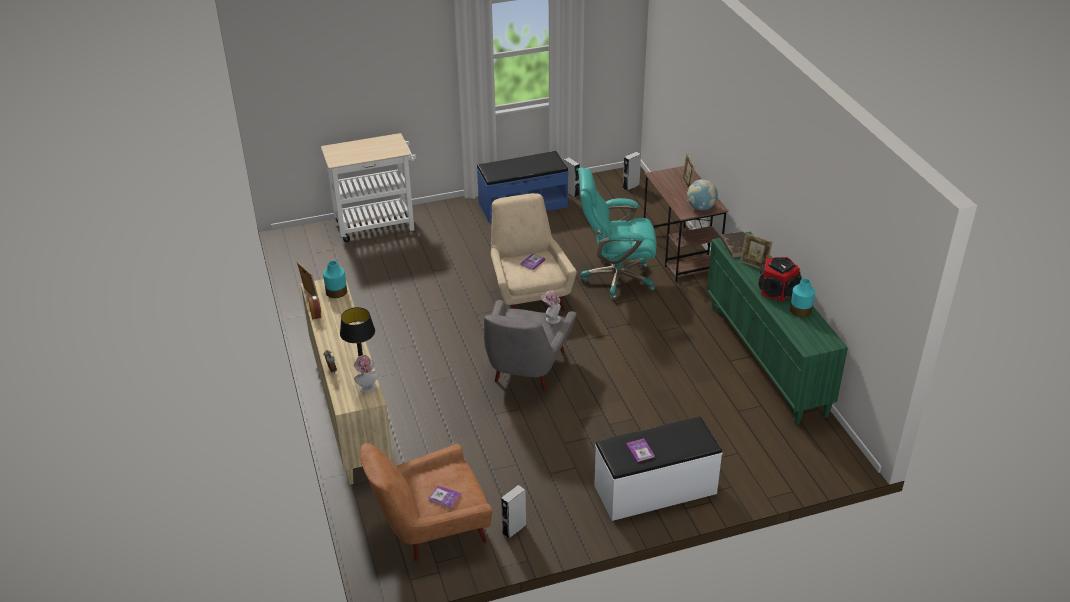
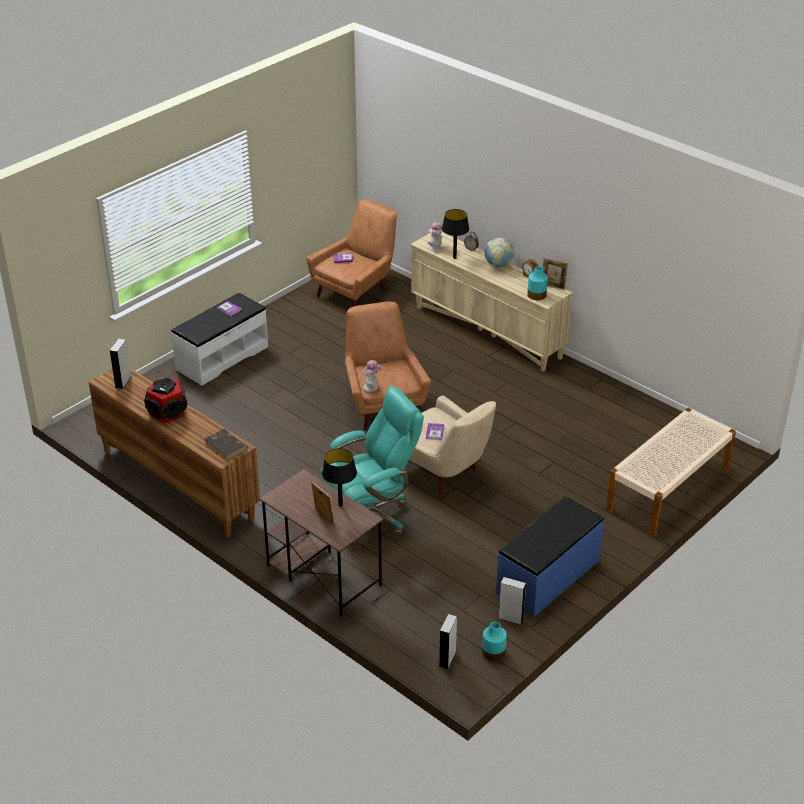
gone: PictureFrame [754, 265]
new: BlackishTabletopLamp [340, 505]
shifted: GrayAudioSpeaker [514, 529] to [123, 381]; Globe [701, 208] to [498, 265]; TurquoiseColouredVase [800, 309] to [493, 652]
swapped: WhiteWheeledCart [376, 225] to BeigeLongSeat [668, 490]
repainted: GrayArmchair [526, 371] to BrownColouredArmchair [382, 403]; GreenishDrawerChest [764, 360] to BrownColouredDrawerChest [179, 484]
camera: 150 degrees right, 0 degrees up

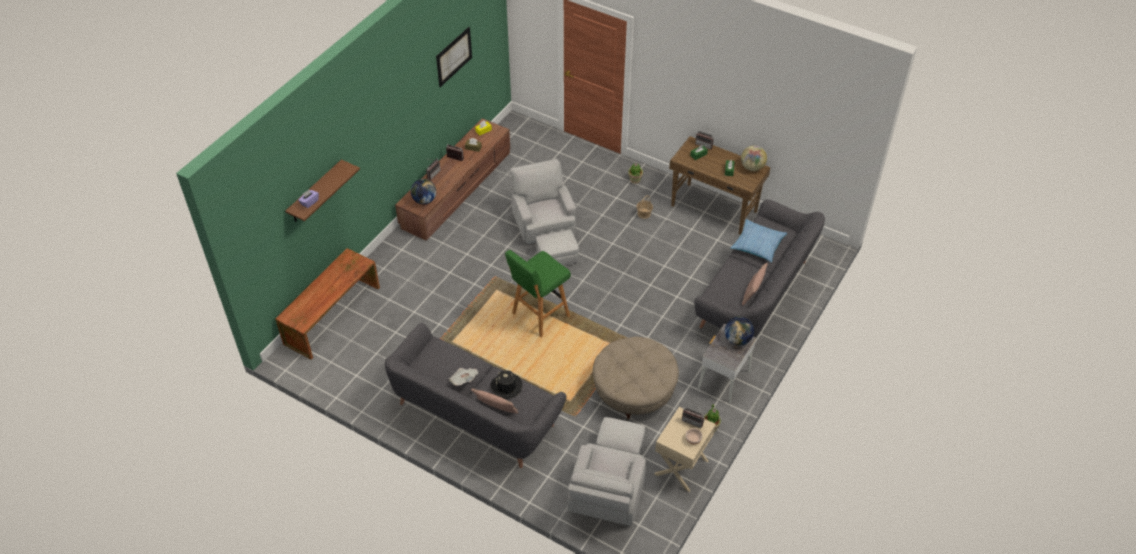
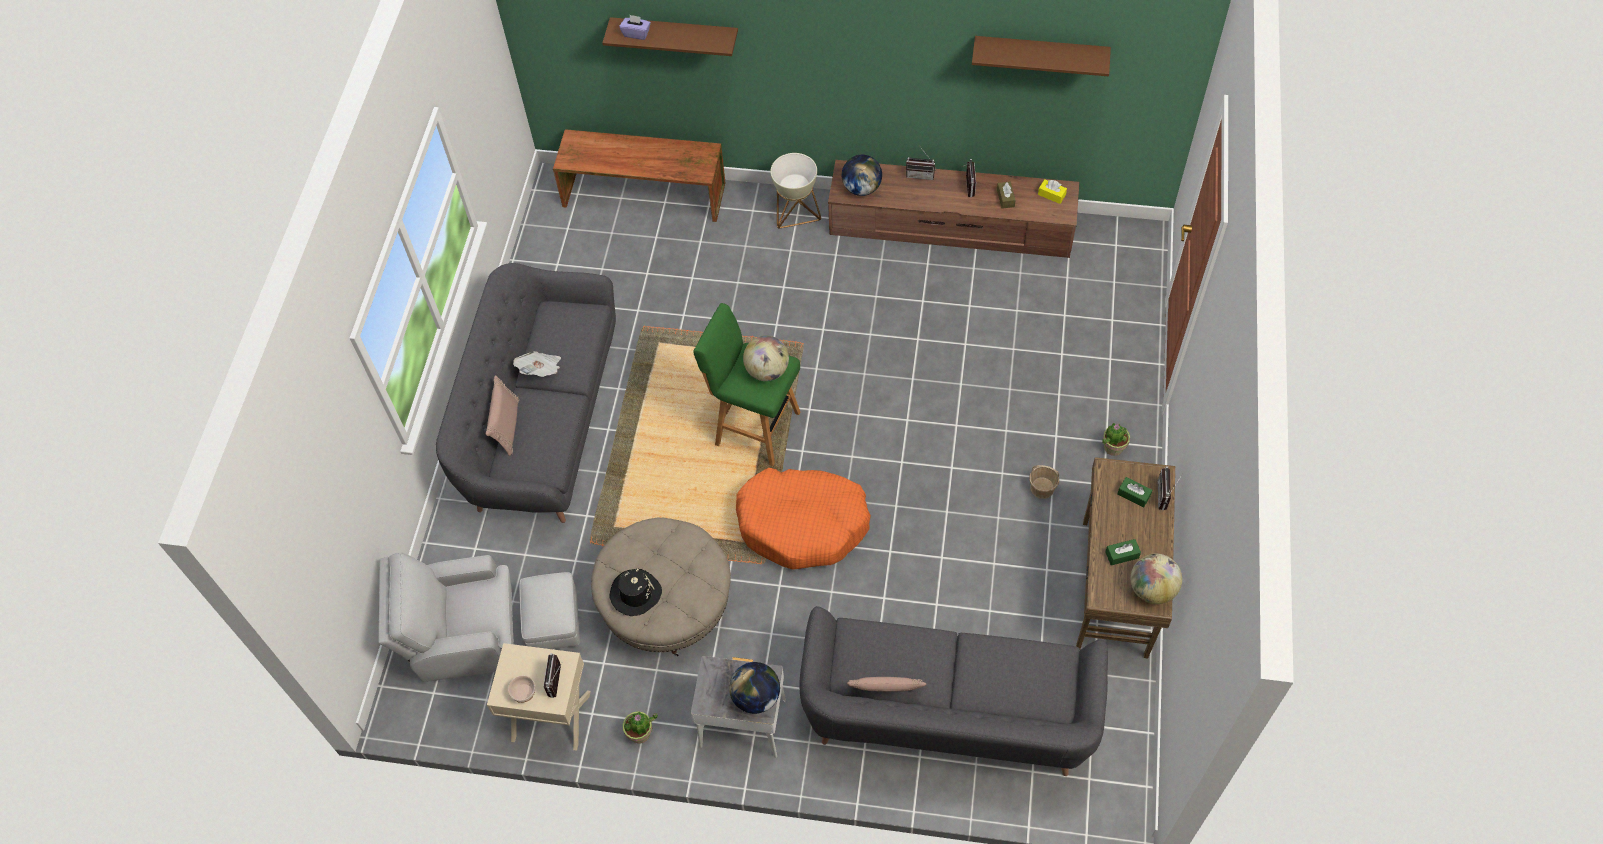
gone: WhiteArmchair [546, 231]; ThrowPillow [758, 245]
new: OrangeColouredDogBed [802, 524]; Globe [767, 371]; FlowerPot [796, 213]
shifted: BlackishClothingHat [506, 387] to [635, 593]
swapped: Picture [454, 56] to BrownColouredShelf [1040, 54]
camera: 70 degrees right, 10 degrees up

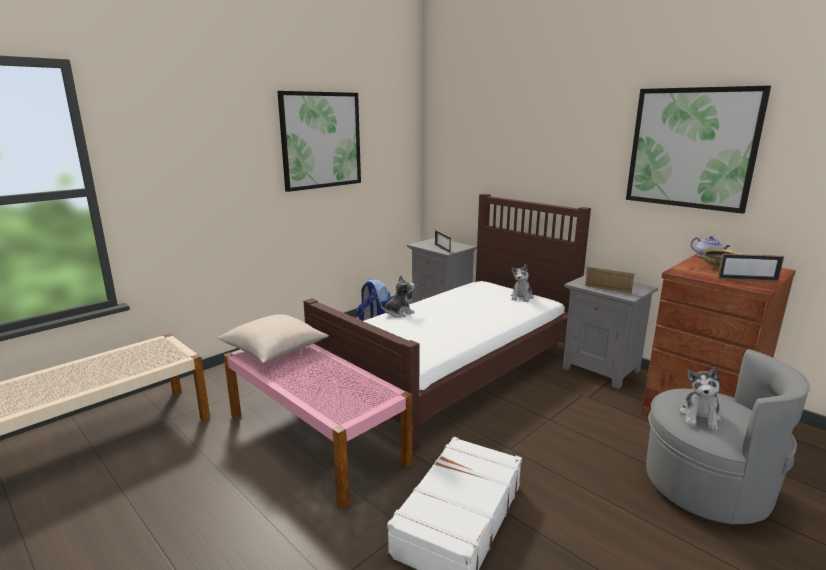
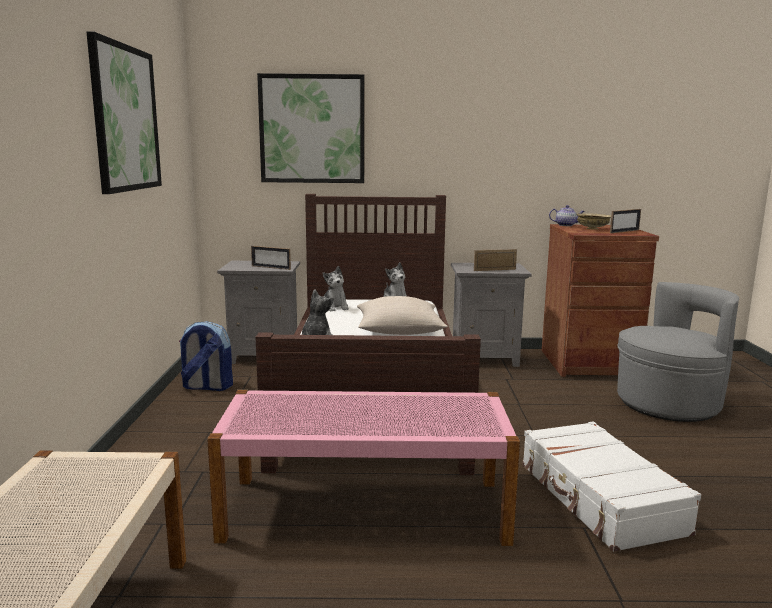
shifted: BeigeThrowPillow [274, 350] to [399, 331]; Picture [691, 148] to [312, 129]; SoftToy [700, 417] to [335, 307]
camera: 45 degrees left, 5 degrees down

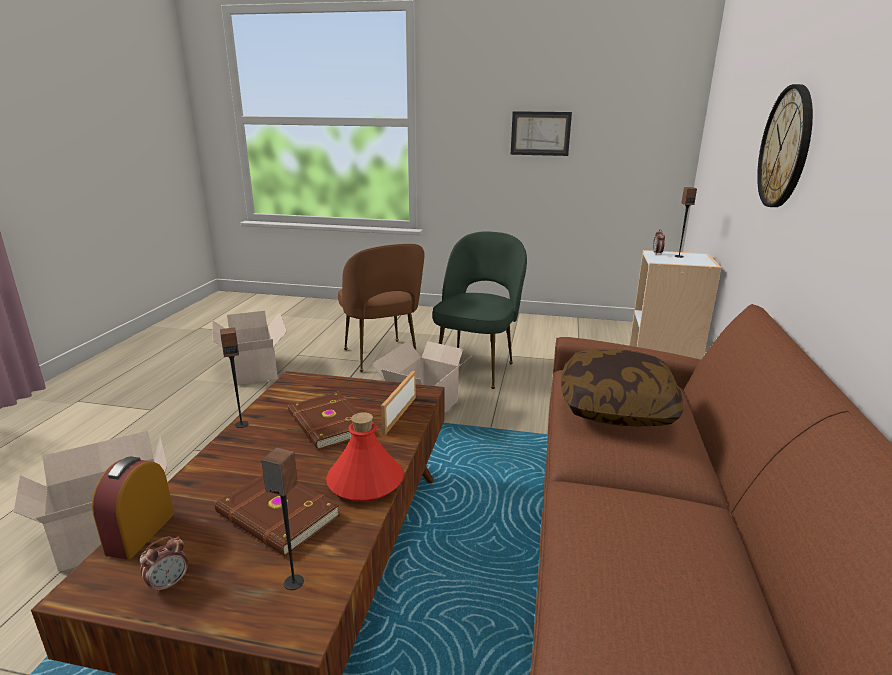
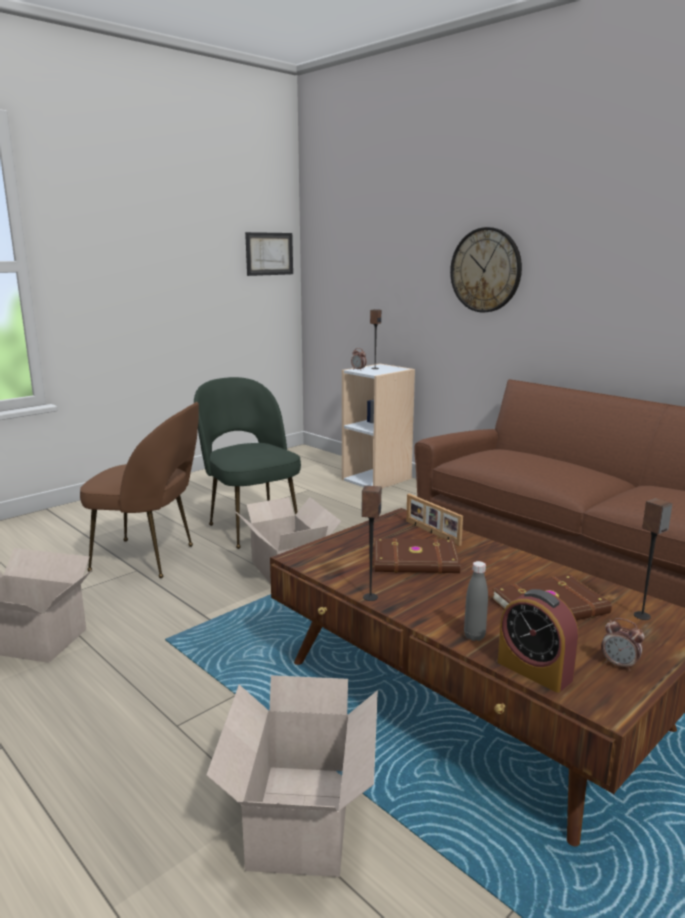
gone: RedColouredBeverageBottle [366, 482]; ThrowPillow [616, 407]
new: GrayBeverageBottle [474, 636]
shifted: Picture [540, 133] to [269, 254]
rotated: TableClock [169, 584] = [619, 665] 135 degrees clockwise
camera: 55 degrees left, 5 degrees down

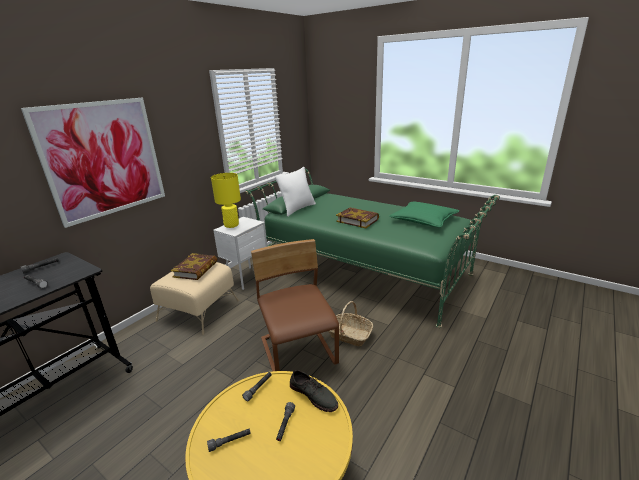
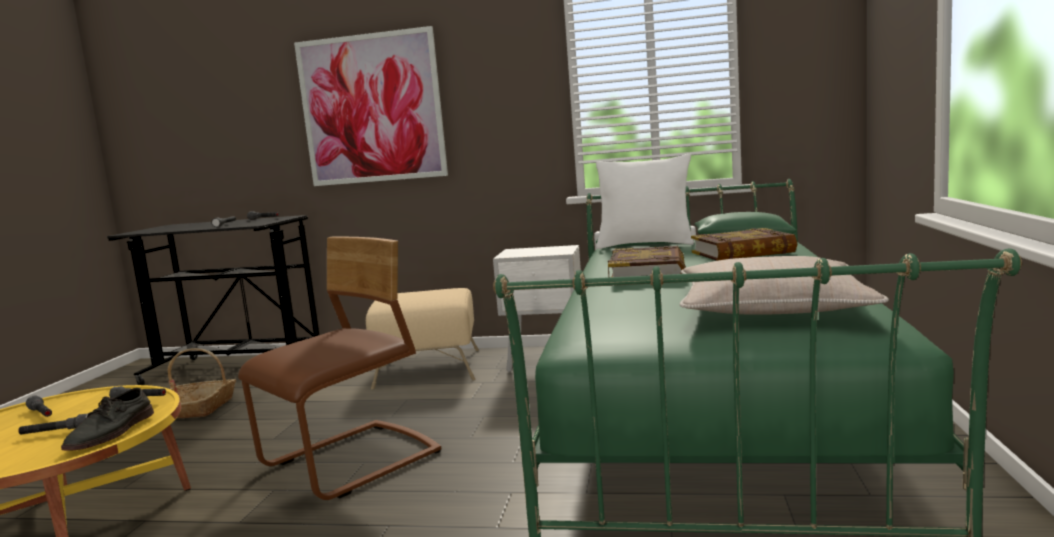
gone: YellowishTabletopLamp [231, 226]
shifted: BoundBook [196, 269] to [743, 253]; StorageBasket [349, 335] to [203, 407]
repainted: GreenishThrowPillow [423, 219] to BeigeThrowPillow [770, 305]
camera: 65 degrees right, 15 degrees down

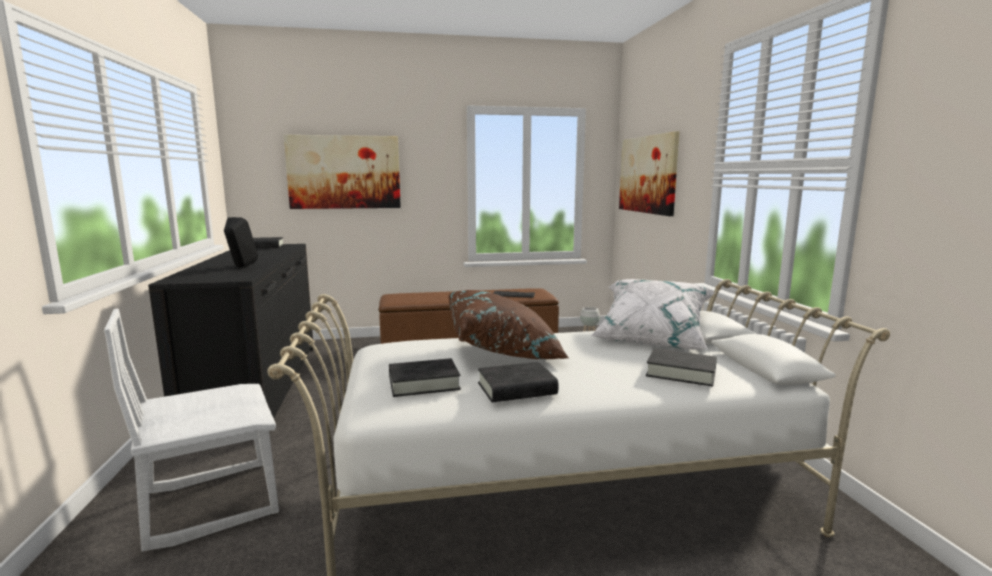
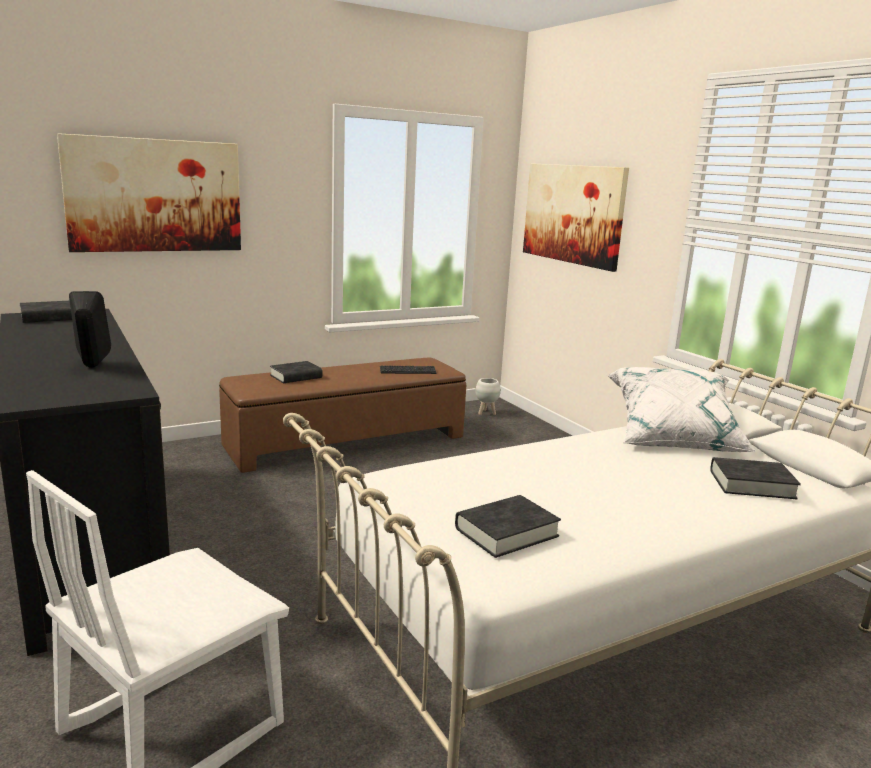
gone: BrownColouredThrowPillow [504, 350]
shifted: BlackishBoundBook [516, 389] to [296, 376]
camera: 20 degrees left, 5 degrees up

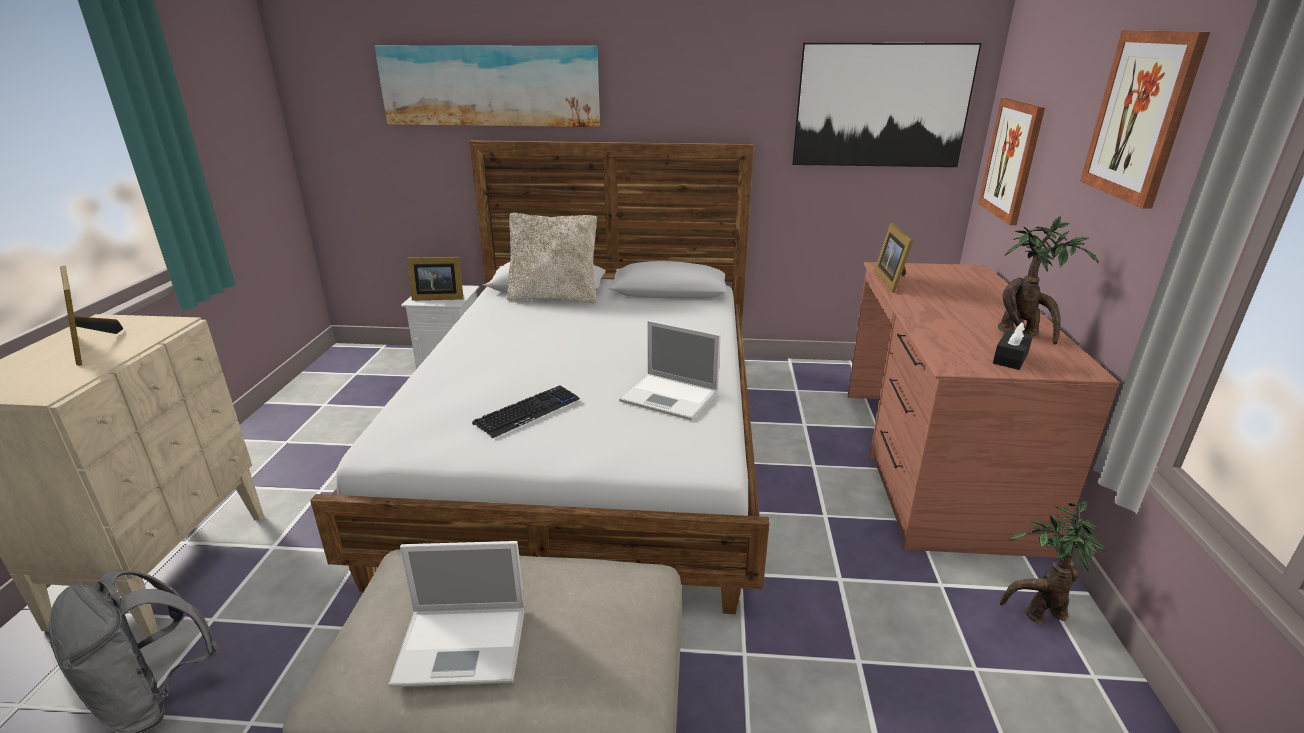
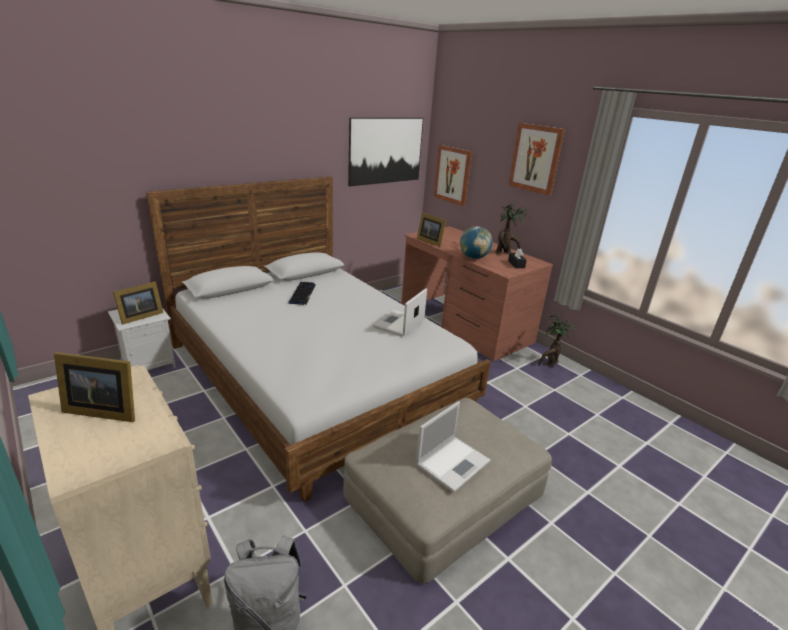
gone: Picture [490, 86]; BeigeThrowPillow [554, 295]
new: Globe [473, 258]
shifted: Keyboard [527, 412] to [302, 294]
rotated: PortableComputer [671, 397] = [398, 324] 135 degrees clockwise
camera: 45 degrees left, 0 degrees up

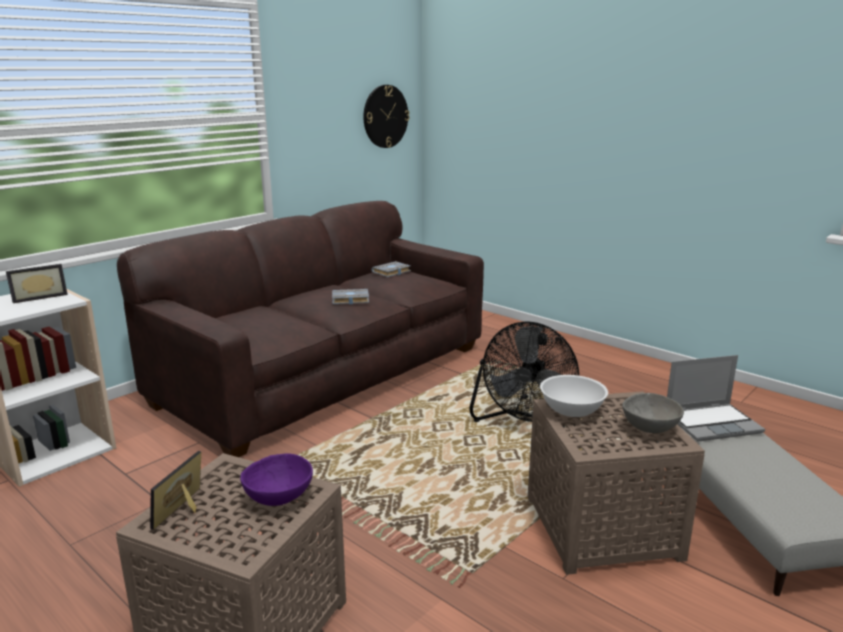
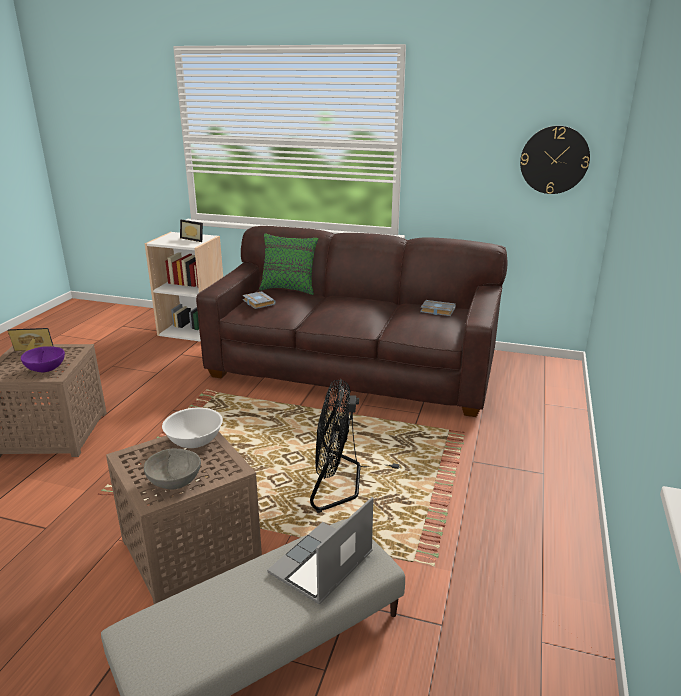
new: GreenishThrowPillow [289, 290]
shifted: GrayBoundBook [349, 300] to [257, 302]
rotated: PortableComputer [712, 423] = [322, 565] 75 degrees clockwise
camera: 65 degrees right, 5 degrees up

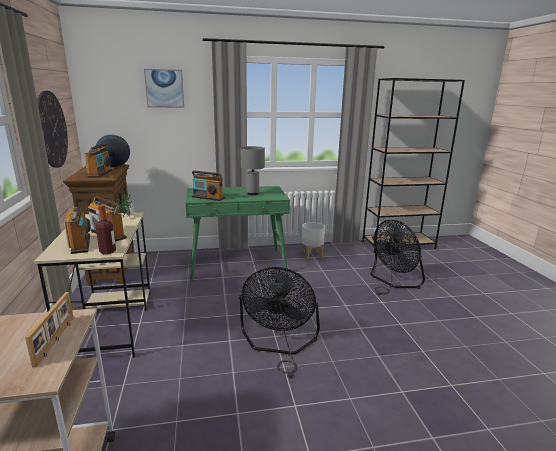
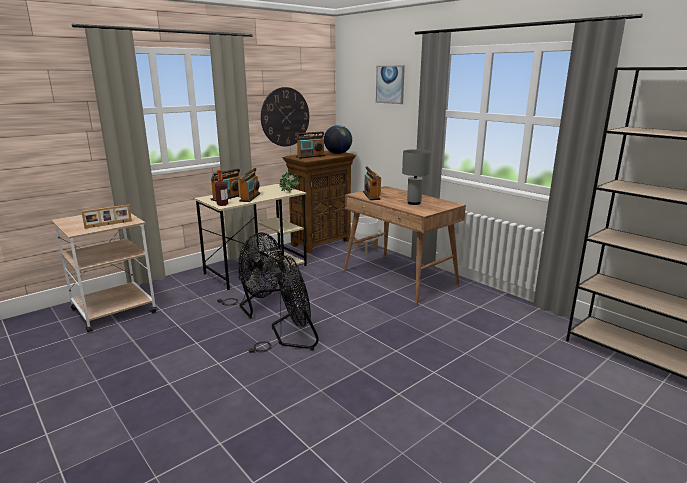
shifted: WhiteFlowerPot [312, 254] to [366, 250]; BlackishFan [389, 280] to [256, 302]
repainted: GreenishDeskUnit [238, 264] to BrownColouredDeskUnit [400, 277]
camera: 60 degrees right, 0 degrees up

